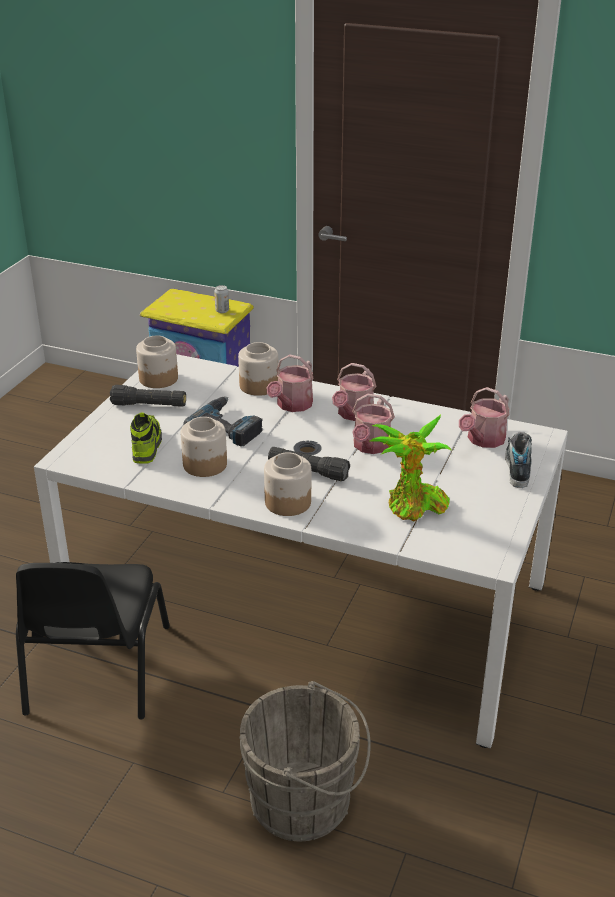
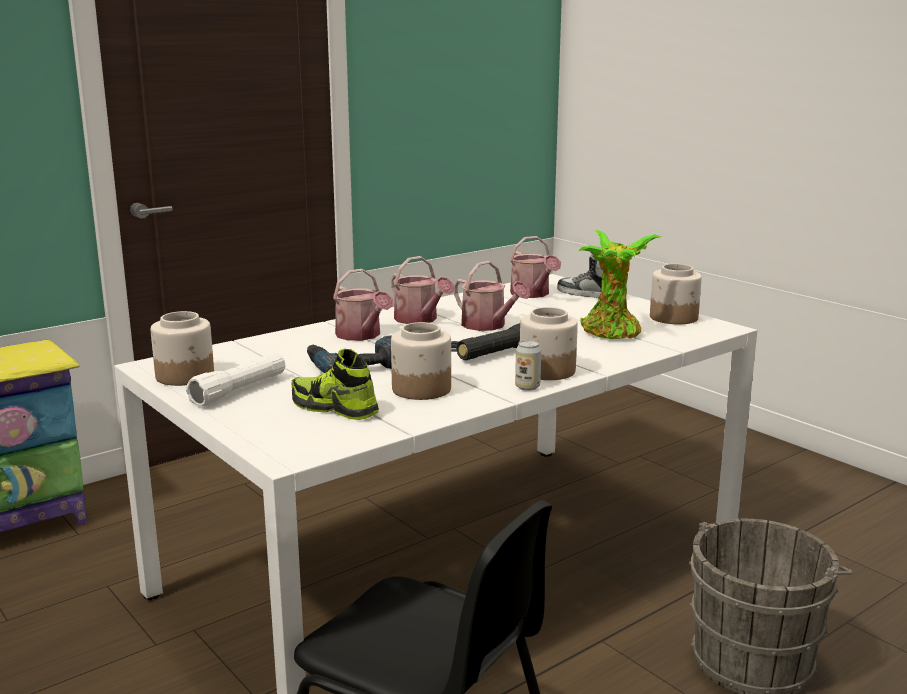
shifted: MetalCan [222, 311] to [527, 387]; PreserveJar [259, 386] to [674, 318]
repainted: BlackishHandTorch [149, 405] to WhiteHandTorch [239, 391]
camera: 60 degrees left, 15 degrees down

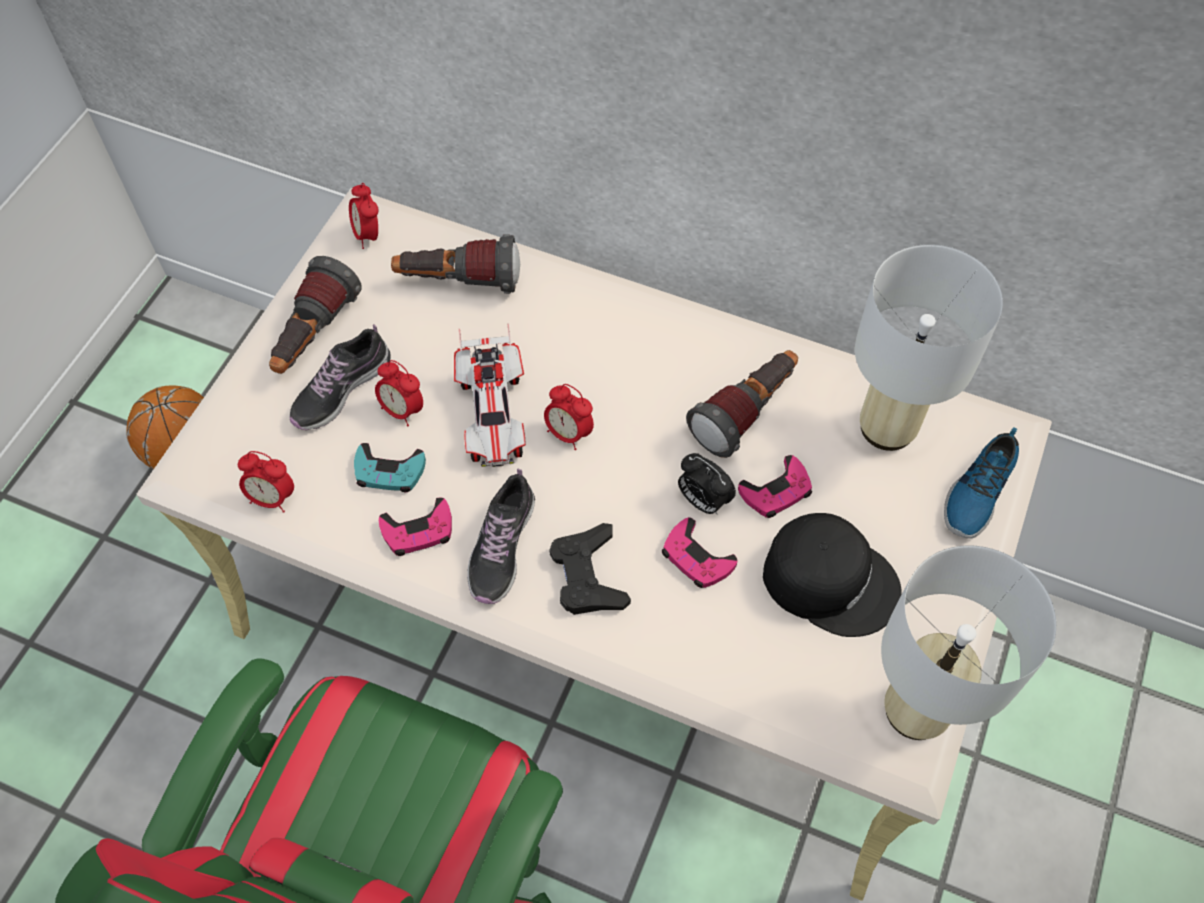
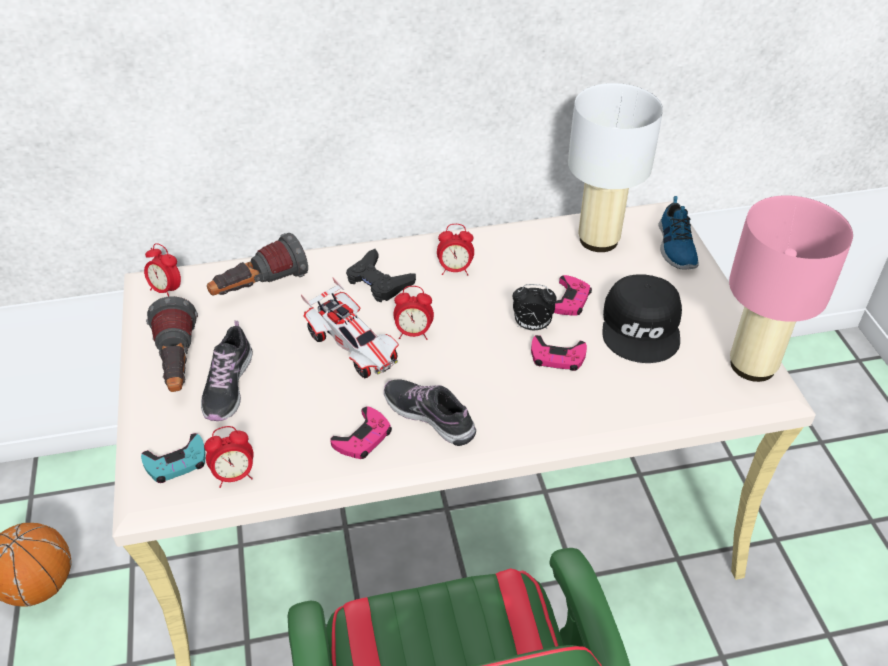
gone: HandTorch [746, 413]
shifted: TurquoiseColouredGameController [389, 471] to [176, 463]; TableClock [402, 410] to [455, 270]; BlackishGameController [588, 575] to [378, 281]
repainted: WhiteTabletopLamp [914, 711] to PinkTabletopLamp [752, 366]
rotated: LowShoe [502, 547] = [429, 416] 150 degrees clockwise; BlackishCap [830, 578] = [642, 327] 105 degrees clockwise
camera: 35 degrees left, 15 degrees down

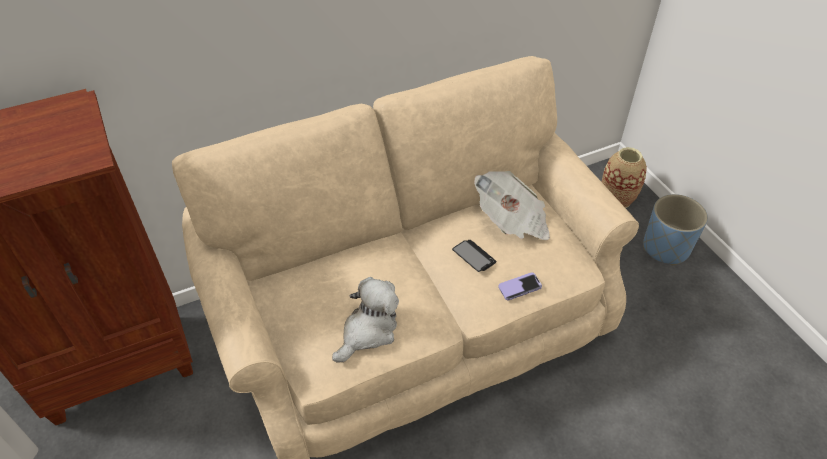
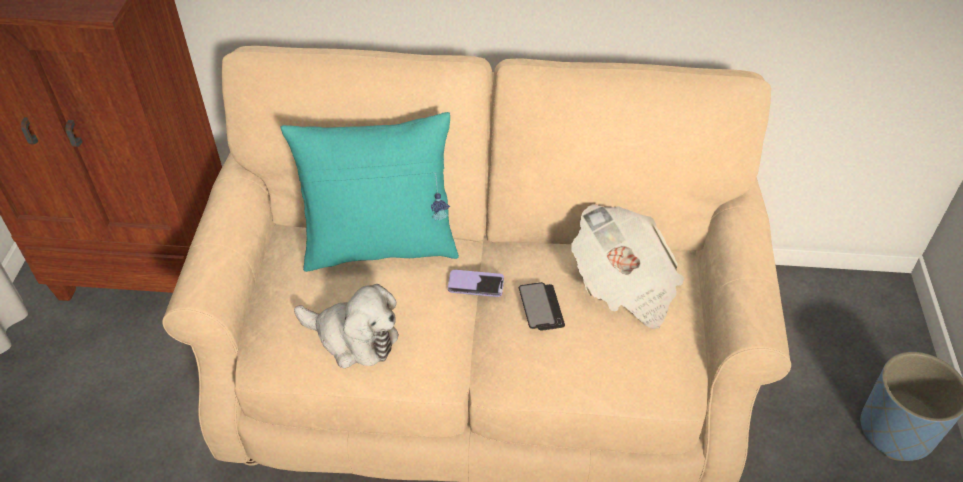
gone: Vase [617, 198]
new: TurquoiseColouredThrowPillow [380, 248]
shifted: Handset [520, 287] to [476, 284]
rotated: SoftToy [368, 331] = [353, 338] 45 degrees clockwise
camera: 30 degrees right, 0 degrees up

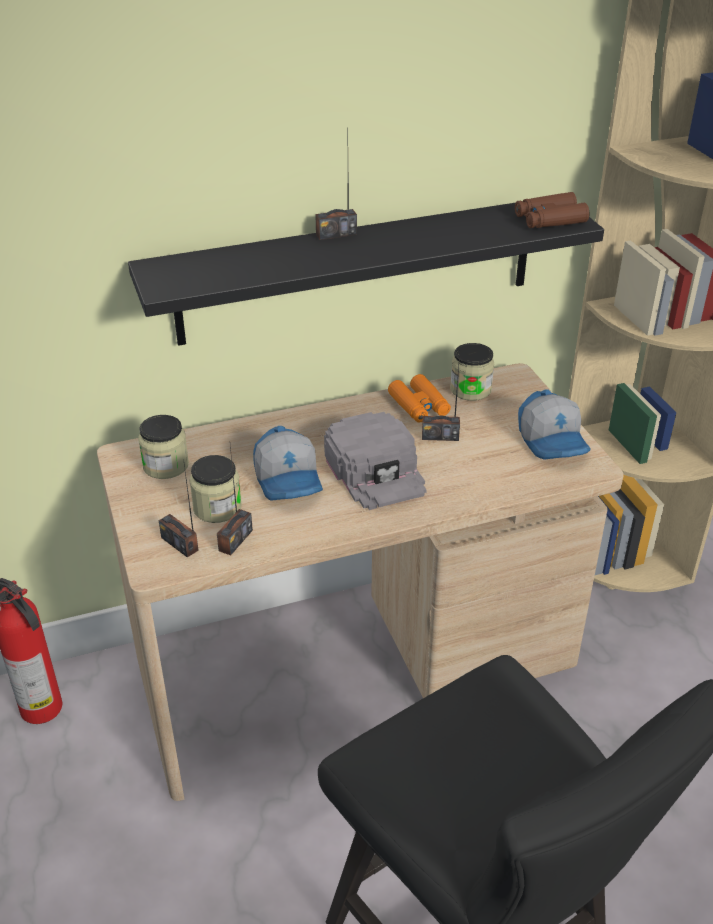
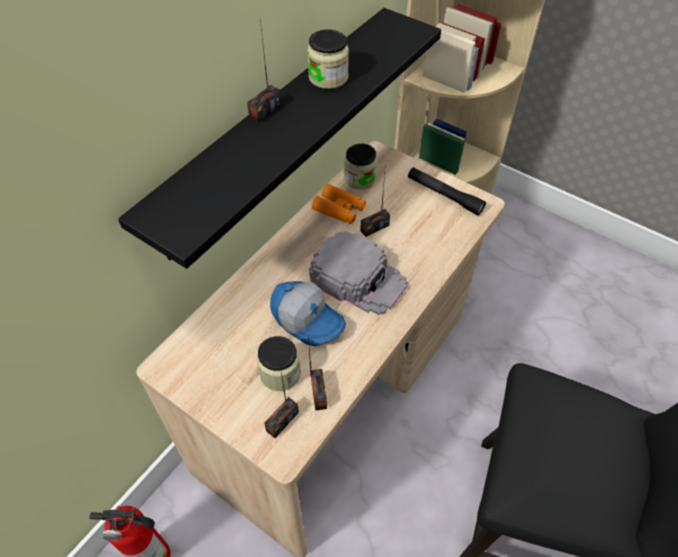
gone: BrownColouredFieldGlasses [549, 219]
shifted: PreserveJar [166, 465] to [328, 77]
swapped: Cap [553, 440] to BlackishHandTorch [444, 195]
rotated: RadioSet [180, 543] = [282, 421] 60 degrees counterclockwise
camera: 35 degrees left, 15 degrees up

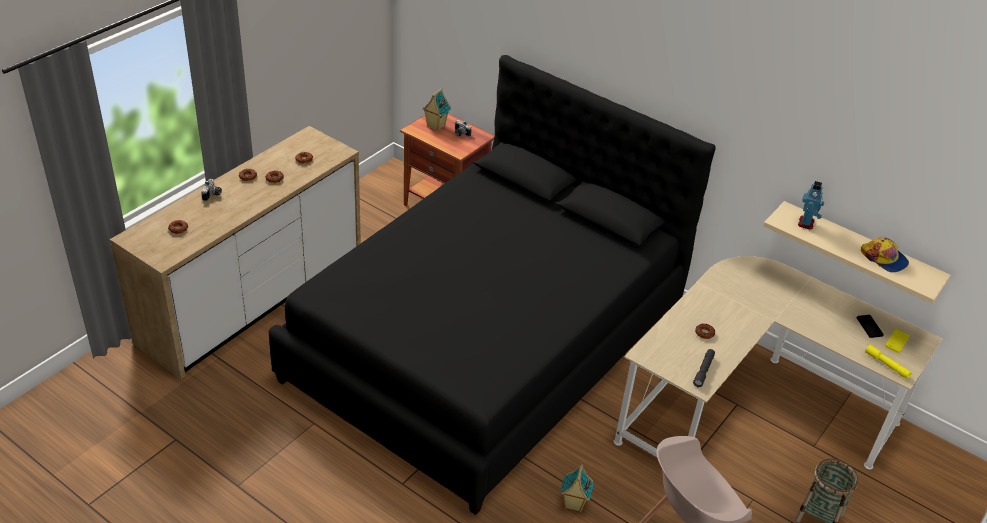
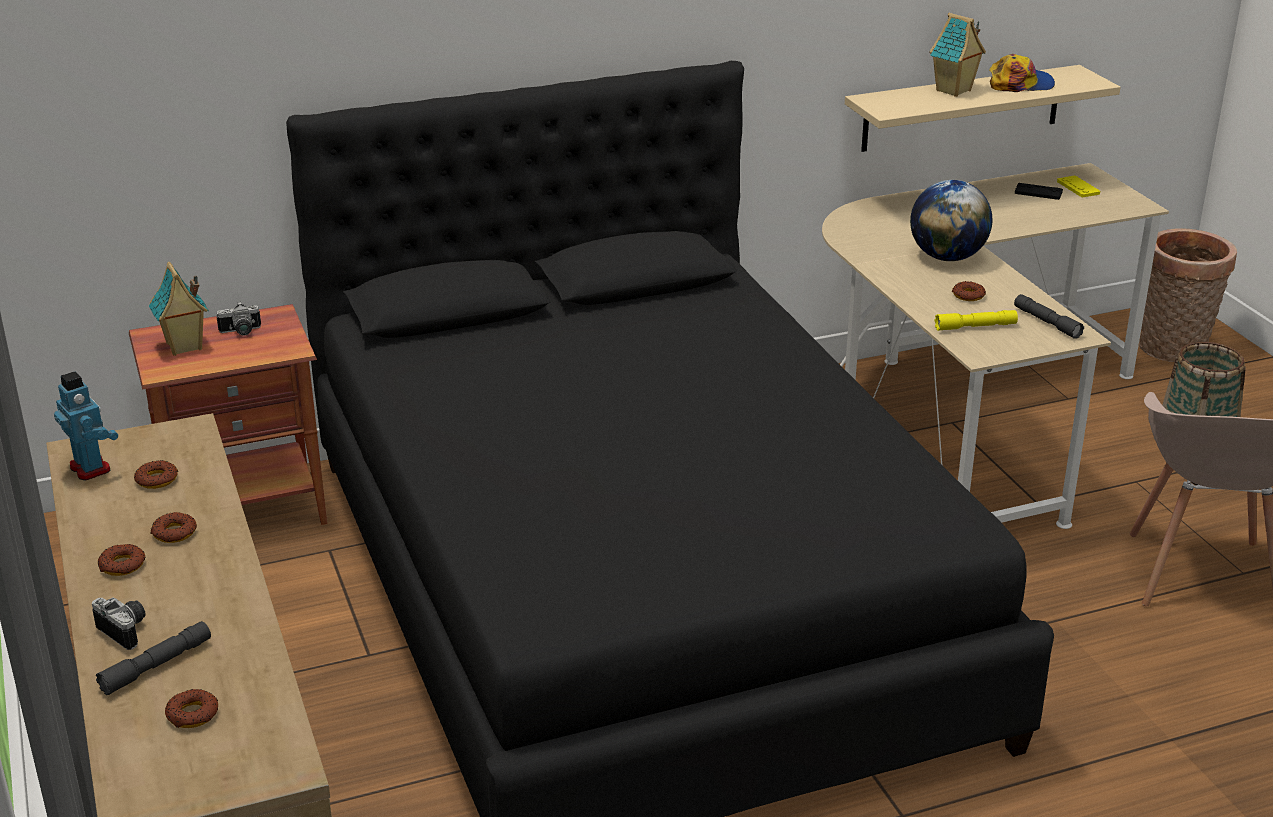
new: GrayHandTorch [156, 665]; Globe [947, 257]; StorageBasket [1173, 350]
shifted: MiniatureHouse [573, 504] to [954, 91]; ToyRobot [806, 223] to [91, 468]; YellowishHandTorch [886, 365] to [975, 327]
camera: 55 degrees left, 10 degrees down

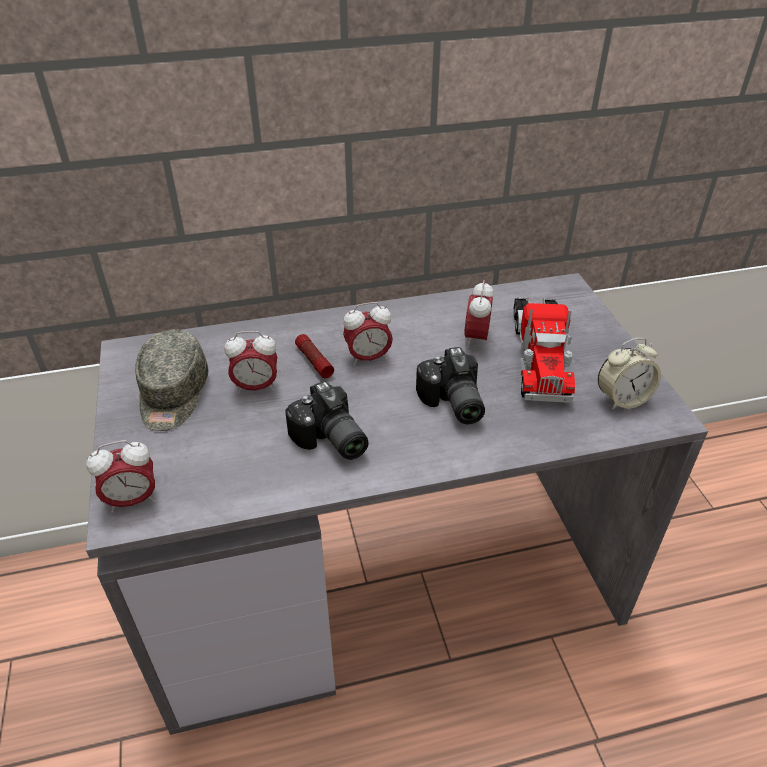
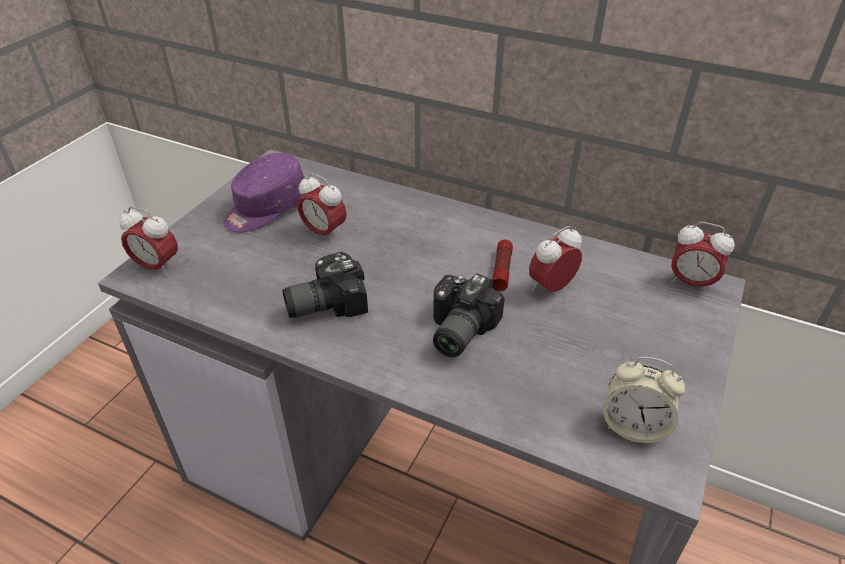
gone: ToyTruck [538, 355]
shifted: HandTorch [314, 361] to [501, 270]; TableClock [368, 358] to [690, 283]
repainted: GrayCap [173, 395] to PurpleColouredCap [265, 209]
rotated: PhotoCamera [329, 441] = [324, 302] 60 degrees clockwise
camera: 40 degrees right, 0 degrees up

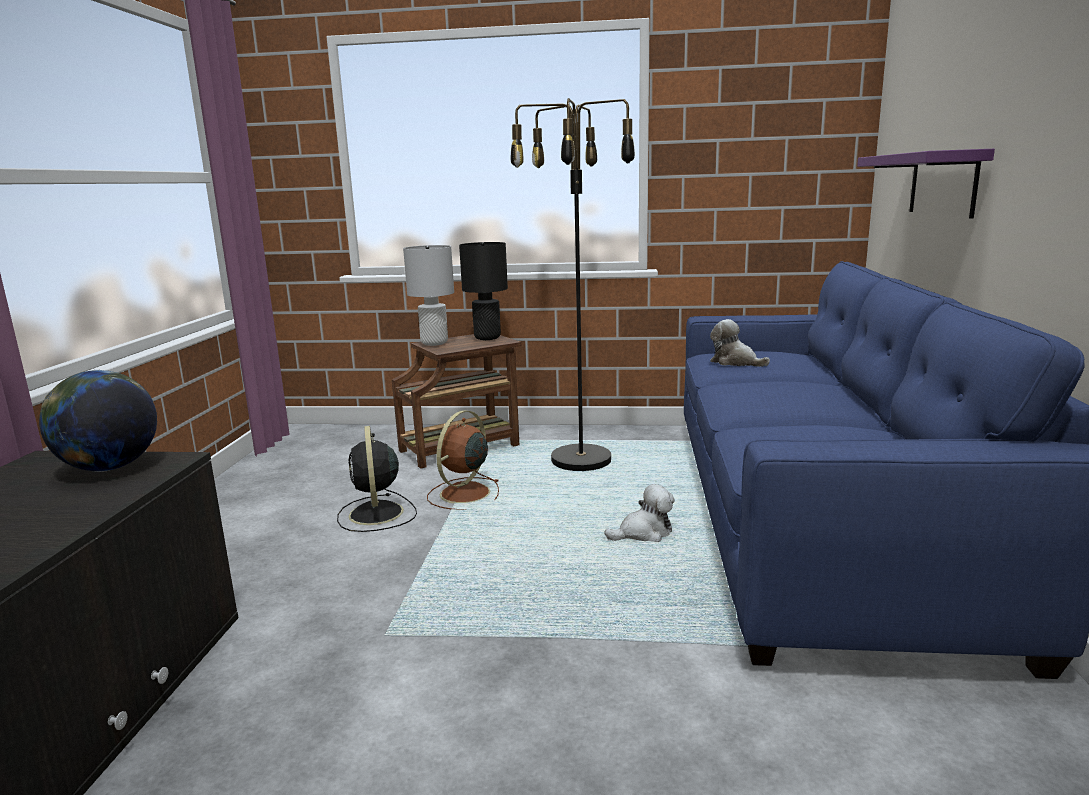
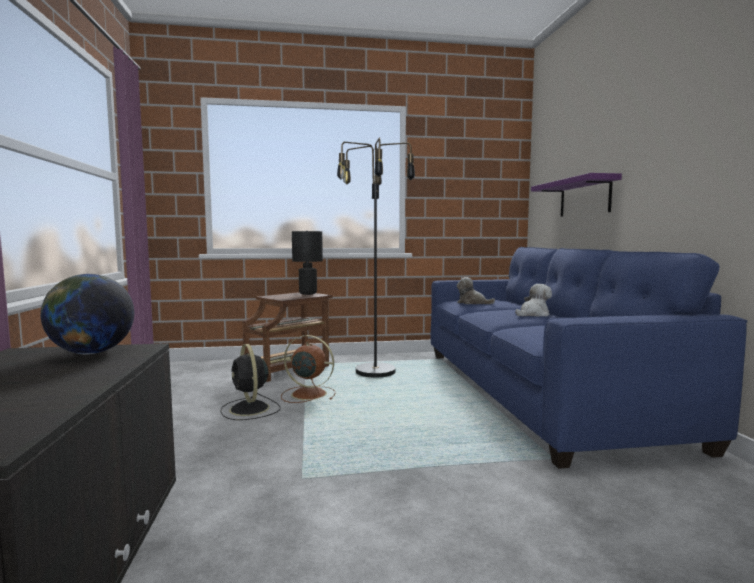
gone: GrayTabletopLamp [434, 344]
shifted: SoftToy [644, 533] to [533, 314]
rotated: BrownColouredFan [463, 494] = [307, 394] 90 degrees clockwise
camera: 15 degrees left, 10 degrees down

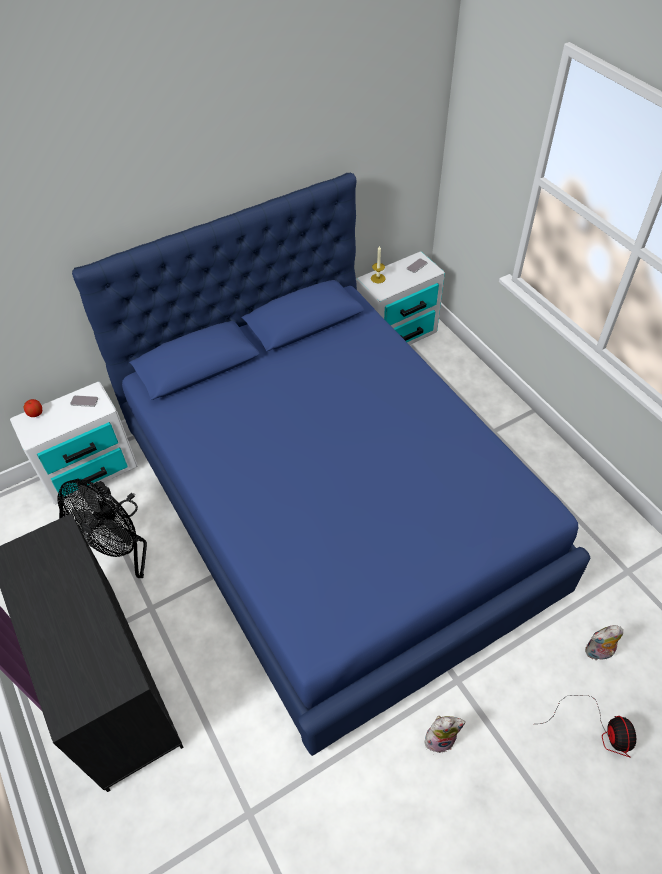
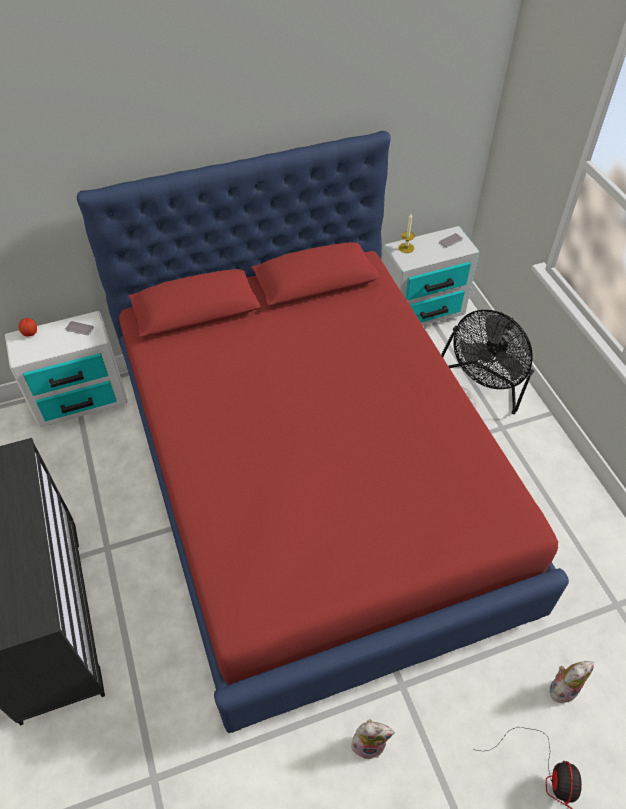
shifted: BlackishFan [116, 540] to [484, 379]
repainted: BlueBed [332, 510] to RedColouredBed [312, 481]
rotated: SoftToy [598, 653] = [563, 687] 150 degrees clockwise
camera: 10 degrees right, 0 degrees up

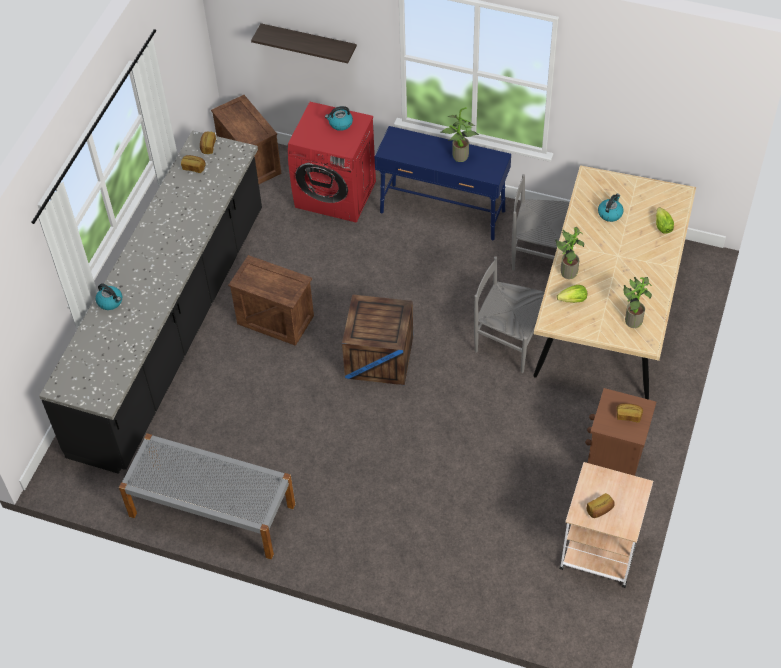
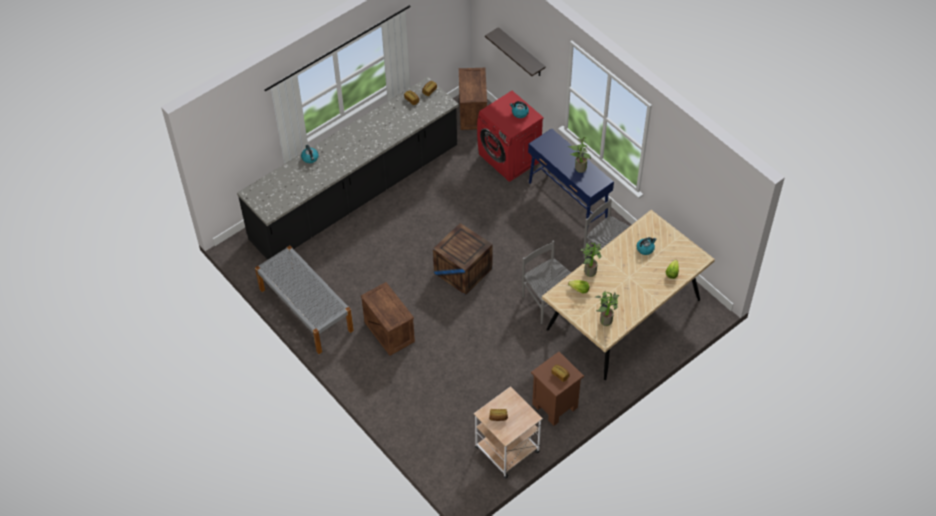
shifted: PackingCrate [274, 320] to [388, 332]
camera: 30 degrees right, 0 degrees up

